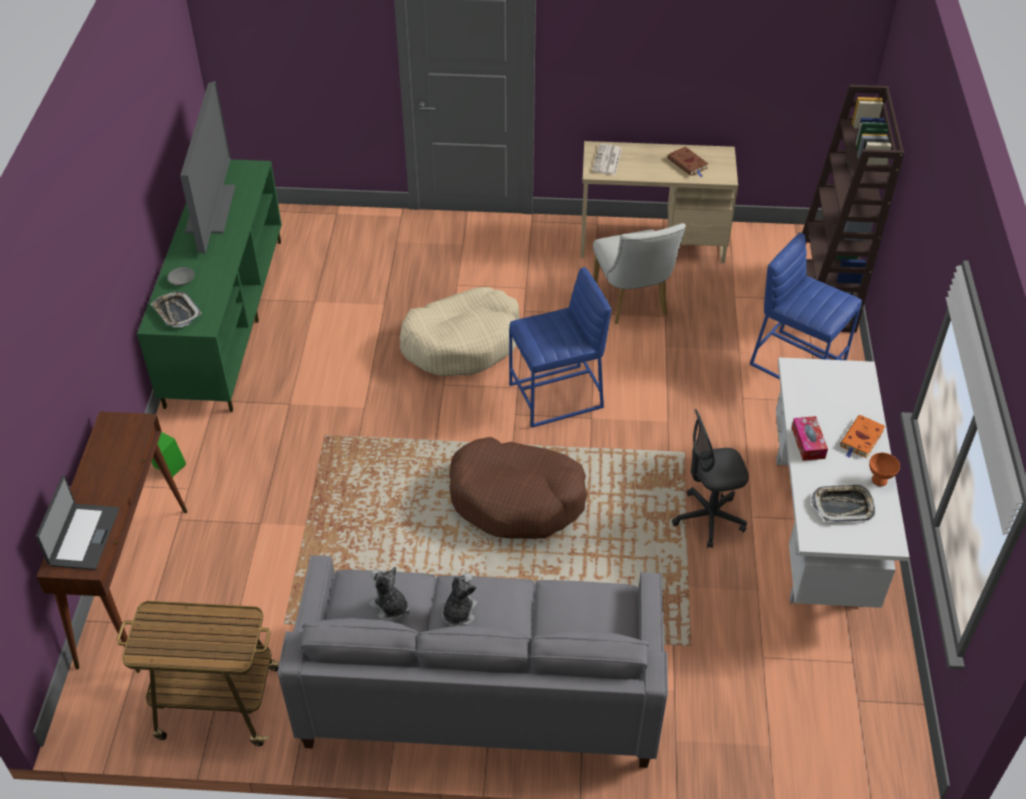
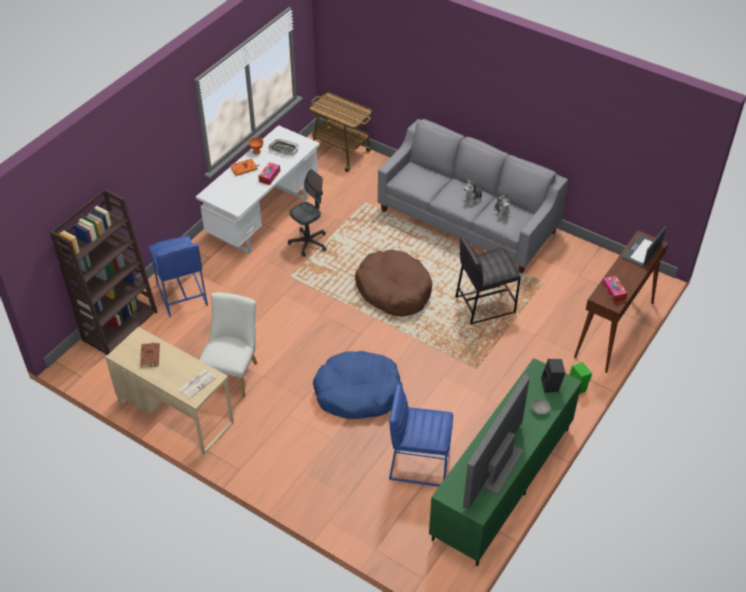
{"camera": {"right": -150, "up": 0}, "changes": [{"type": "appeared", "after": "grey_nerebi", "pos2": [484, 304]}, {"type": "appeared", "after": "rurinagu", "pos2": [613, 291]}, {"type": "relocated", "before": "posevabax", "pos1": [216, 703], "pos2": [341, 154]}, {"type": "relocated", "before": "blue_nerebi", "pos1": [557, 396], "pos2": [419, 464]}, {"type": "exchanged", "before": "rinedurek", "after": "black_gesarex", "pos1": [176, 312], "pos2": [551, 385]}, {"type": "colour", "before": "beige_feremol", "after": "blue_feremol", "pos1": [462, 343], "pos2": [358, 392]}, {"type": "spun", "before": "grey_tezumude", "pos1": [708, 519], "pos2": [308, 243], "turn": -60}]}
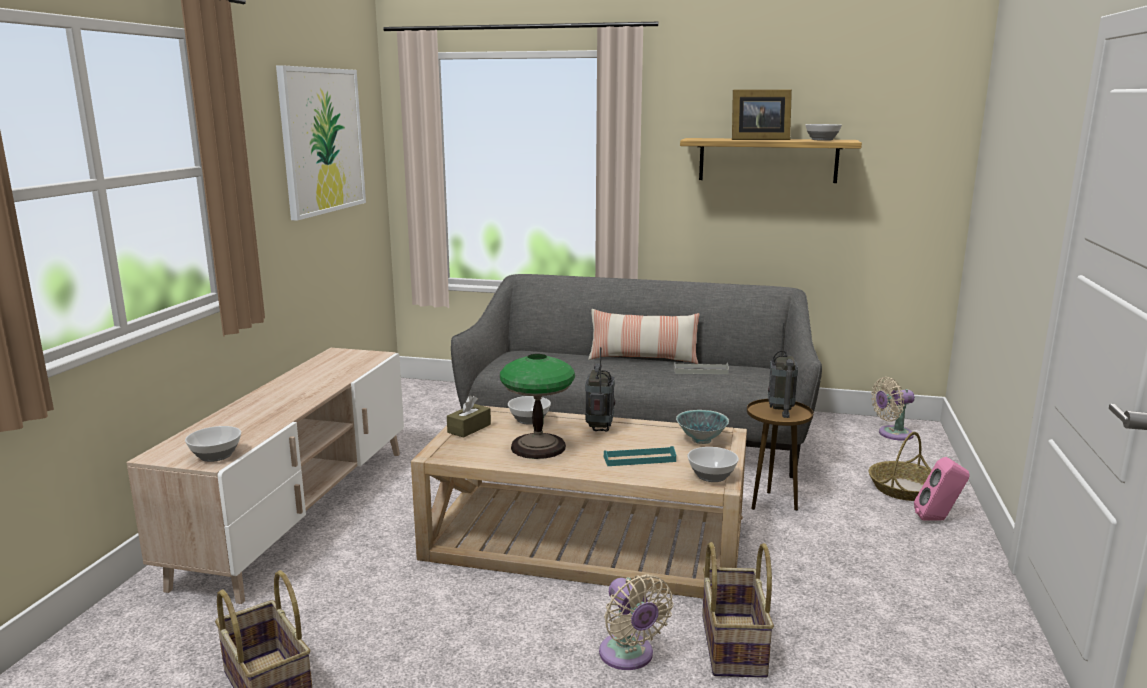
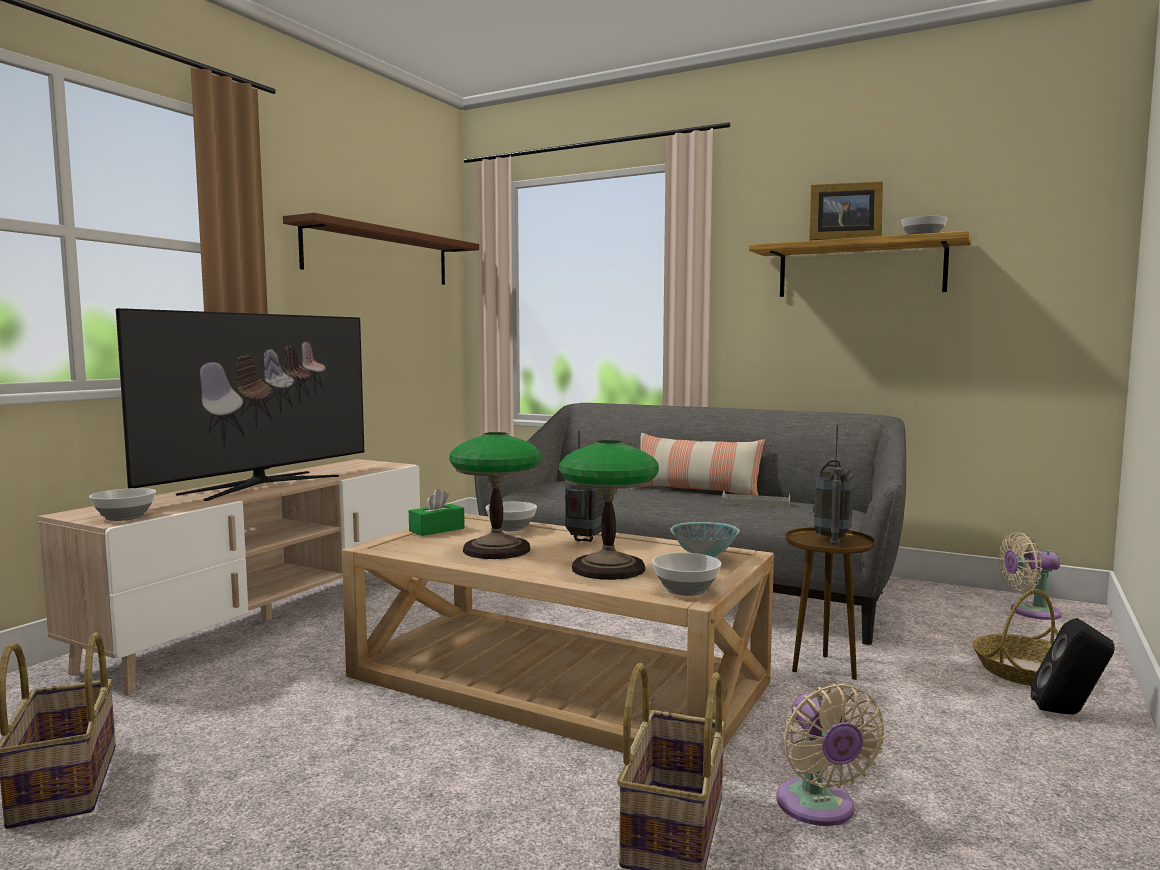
{"camera": {"right": 15, "up": -10}, "changes": [{"type": "appeared", "after": "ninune", "pos2": [261, 485]}, {"type": "relocated", "before": "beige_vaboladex", "pos1": [629, 656], "pos2": [819, 808]}, {"type": "exchanged", "before": "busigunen", "after": "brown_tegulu", "pos1": [322, 141], "pos2": [379, 255]}, {"type": "exchanged", "before": "turquoise_rinedurek", "after": "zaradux", "pos1": [639, 459], "pos2": [607, 568]}, {"type": "colour", "before": "brown_rurinagu", "after": "green_rurinagu", "pos1": [469, 428], "pos2": [437, 529]}, {"type": "colour", "before": "pink_gesarex", "after": "black_gesarex", "pos1": [938, 520], "pos2": [1068, 713]}]}
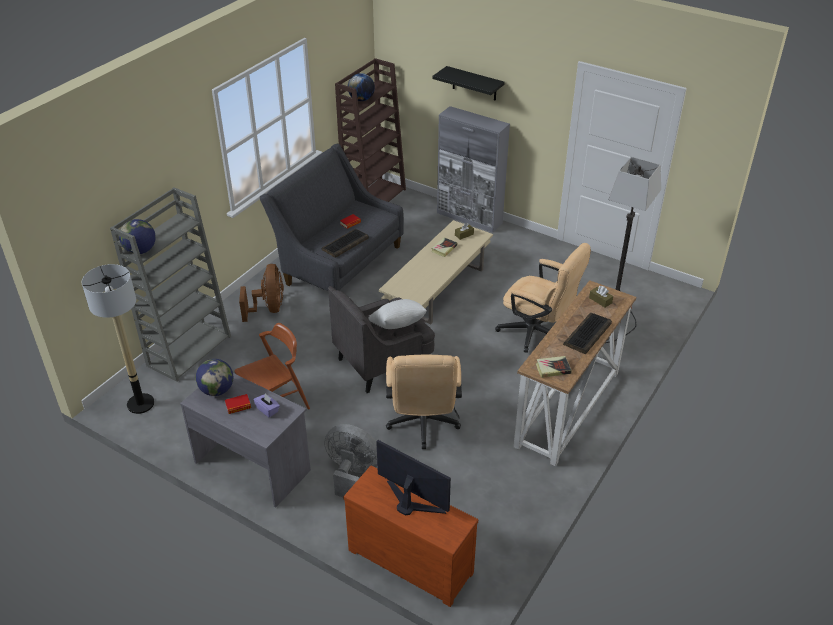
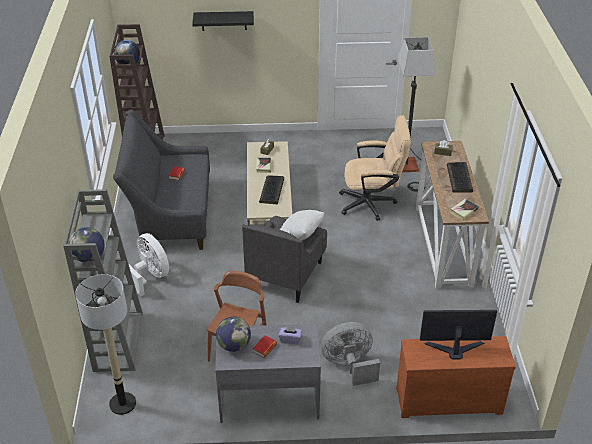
{"camera": {"right": -35, "up": 0}, "changes": [{"type": "missing", "before": "beige_tezumude", "pos1": [423, 425]}, {"type": "missing", "before": "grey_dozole", "pos1": [469, 218]}, {"type": "relocated", "before": "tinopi", "pos1": [345, 244], "pos2": [272, 191]}, {"type": "colour", "before": "brown_vaboladex", "after": "white_vaboladex", "pos1": [269, 308], "pos2": [151, 276]}]}
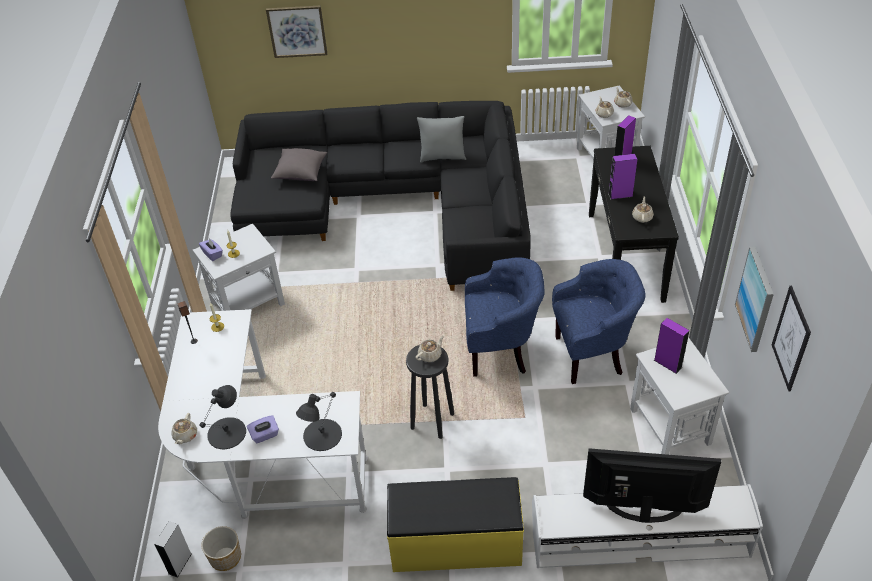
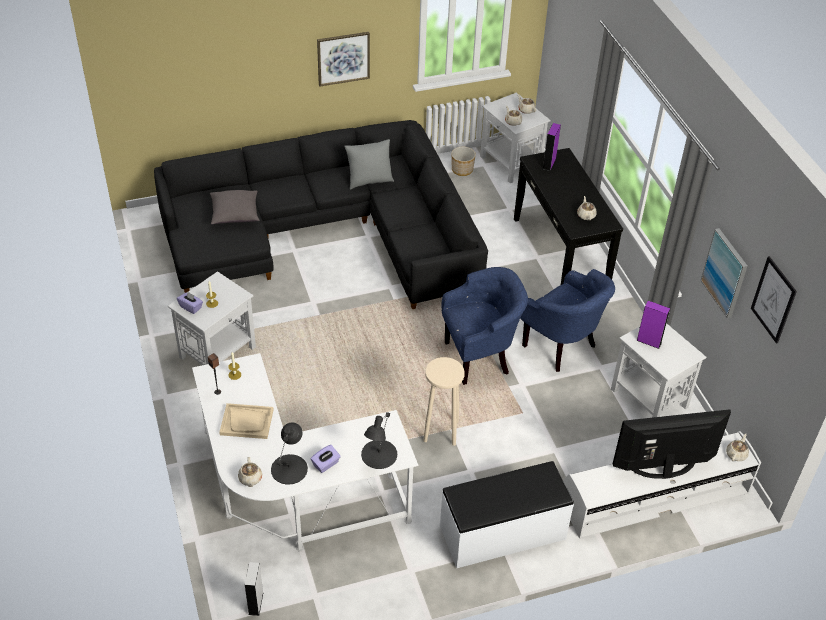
{"camera": {"right": -20, "up": 0}, "changes": [{"type": "missing", "before": "purple_gesarex", "pos1": [620, 195]}, {"type": "appeared", "after": "beige_rinedurek", "pos2": [247, 422]}, {"type": "relocated", "before": "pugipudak", "pos1": [225, 557], "pos2": [462, 170]}, {"type": "relocated", "before": "busigunen", "pos1": [297, 31], "pos2": [343, 58]}, {"type": "relocated", "before": "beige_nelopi", "pos1": [430, 355], "pos2": [736, 454]}, {"type": "colour", "before": "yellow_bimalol", "after": "white_bimalol", "pos1": [456, 544], "pos2": [503, 533]}, {"type": "colour", "before": "black_nerebi", "after": "beige_nerebi", "pos1": [432, 421], "pos2": [441, 431]}, {"type": "spun", "before": "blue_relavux", "pos1": [593, 355], "pos2": [562, 347], "turn": 75}]}
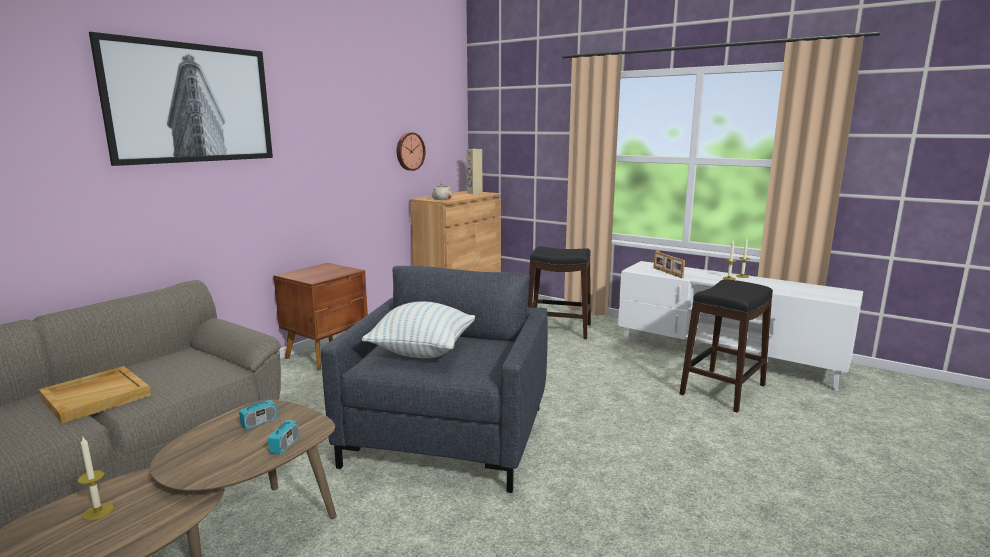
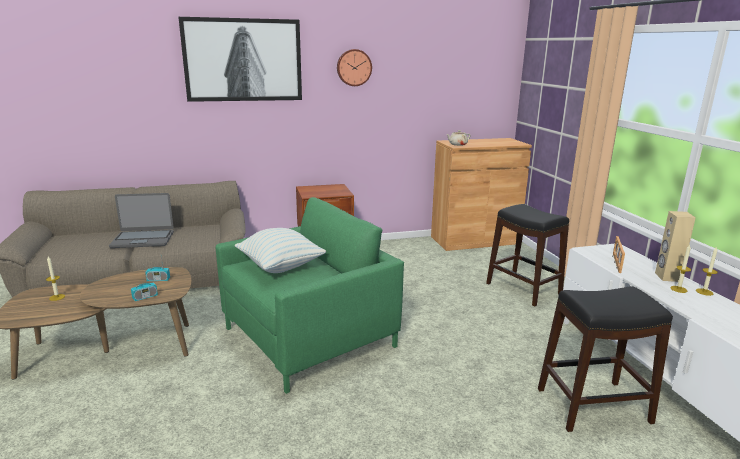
{"camera": {"right": 40, "up": 5}, "changes": [{"type": "relocated", "before": "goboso", "pos1": [409, 151], "pos2": [354, 67]}, {"type": "relocated", "before": "beige_gesarex", "pos1": [474, 193], "pos2": [667, 277]}, {"type": "exchanged", "before": "beige_rinedurek", "after": "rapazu", "pos1": [97, 396], "pos2": [143, 239]}, {"type": "colour", "before": "grey_relavux", "after": "green_relavux", "pos1": [448, 436], "pos2": [309, 338]}]}
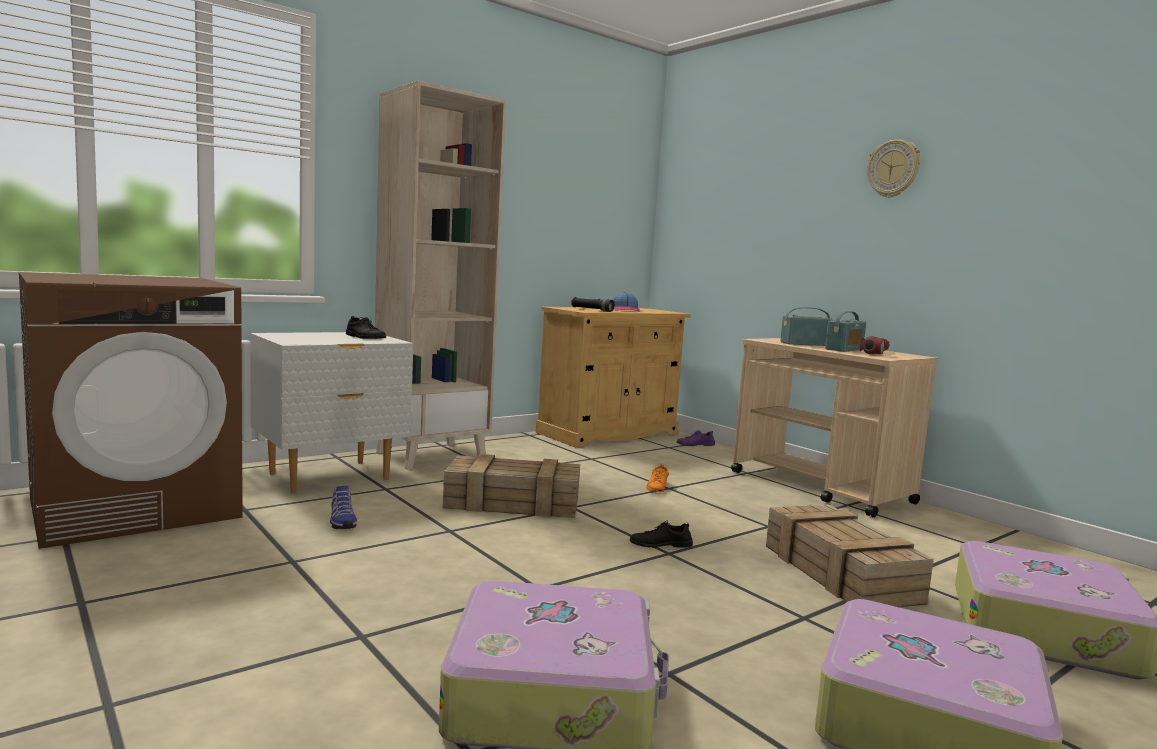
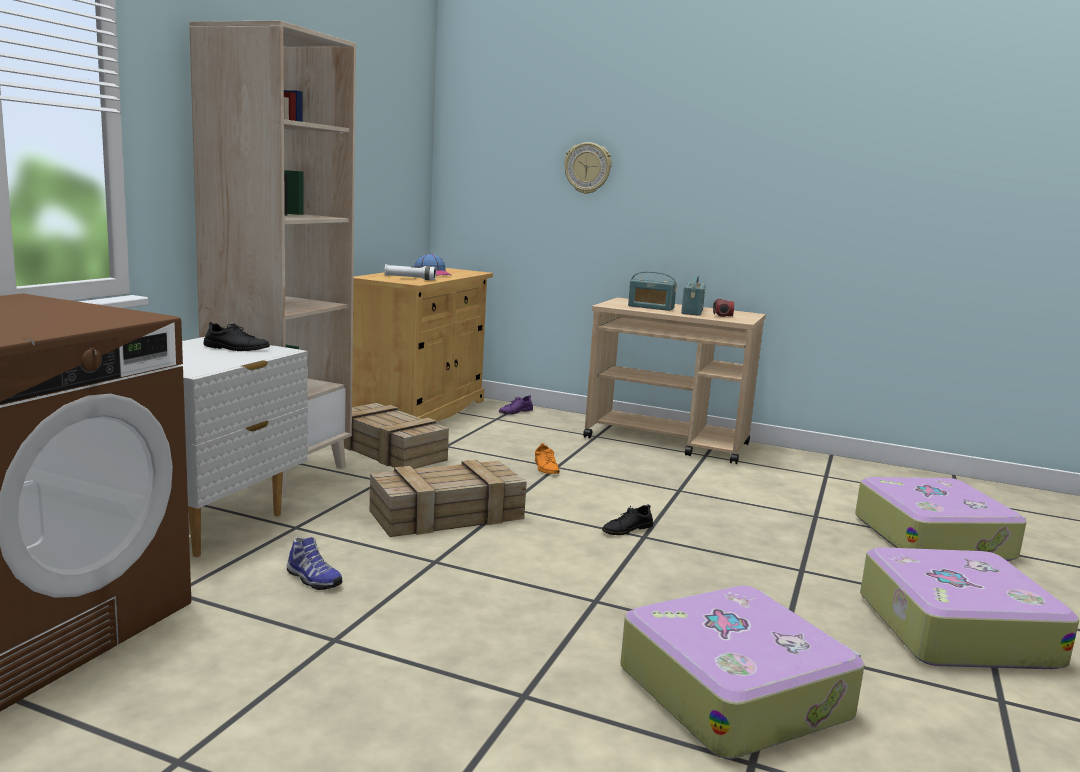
{"camera": {"right": -30, "up": 5}, "changes": [{"type": "relocated", "before": "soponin", "pos1": [842, 574], "pos2": [390, 451]}, {"type": "relocated", "before": "goboso", "pos1": [893, 169], "pos2": [588, 168]}, {"type": "colour", "before": "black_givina", "after": "white_givina", "pos1": [592, 310], "pos2": [410, 278]}, {"type": "spun", "before": "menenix", "pos1": [804, 344], "pos2": [651, 307], "turn": -120}]}
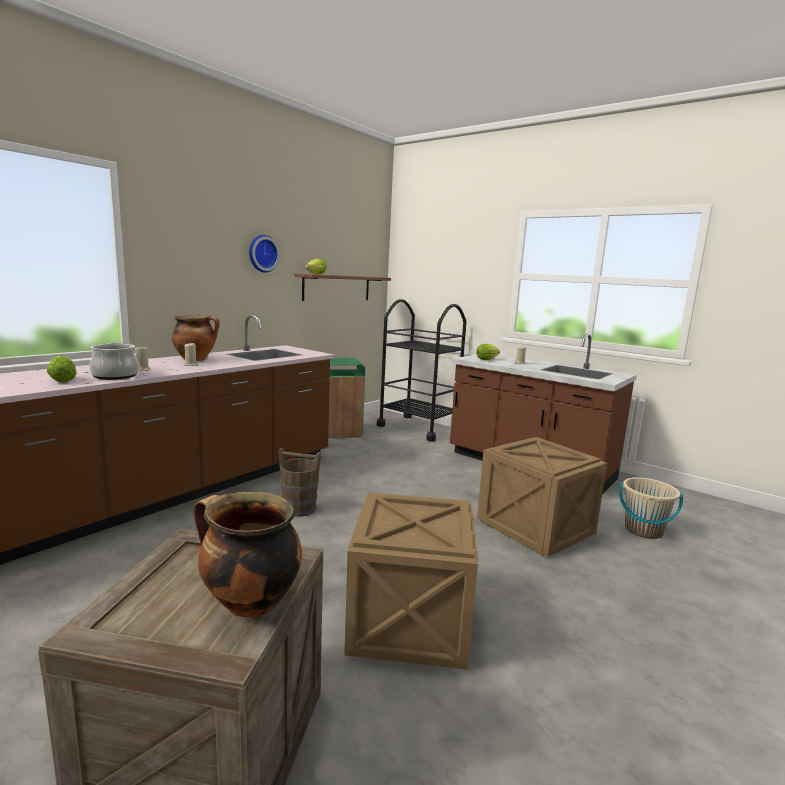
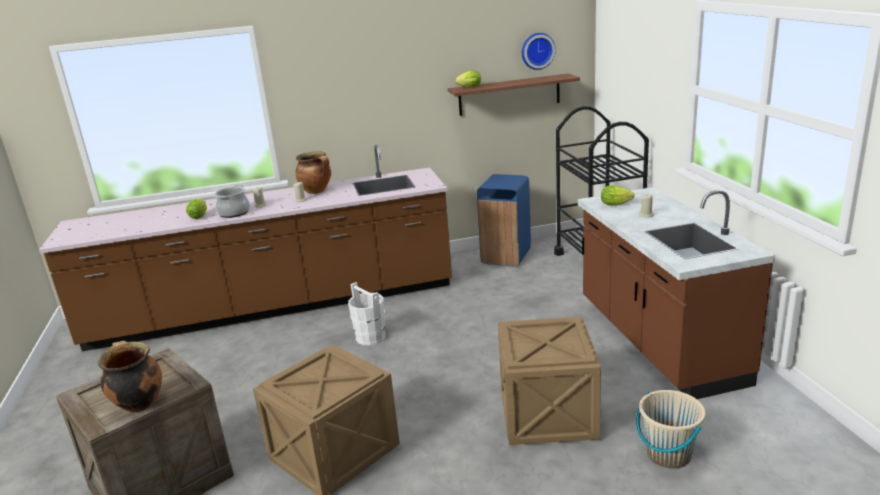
{"camera": {"right": 40, "up": 10}, "changes": [{"type": "relocated", "before": "goboso", "pos1": [262, 253], "pos2": [537, 51]}, {"type": "colour", "before": "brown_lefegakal", "after": "white_lefegakal", "pos1": [298, 508], "pos2": [370, 337]}, {"type": "colour", "before": "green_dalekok", "after": "blue_dalekok", "pos1": [340, 432], "pos2": [505, 256]}]}
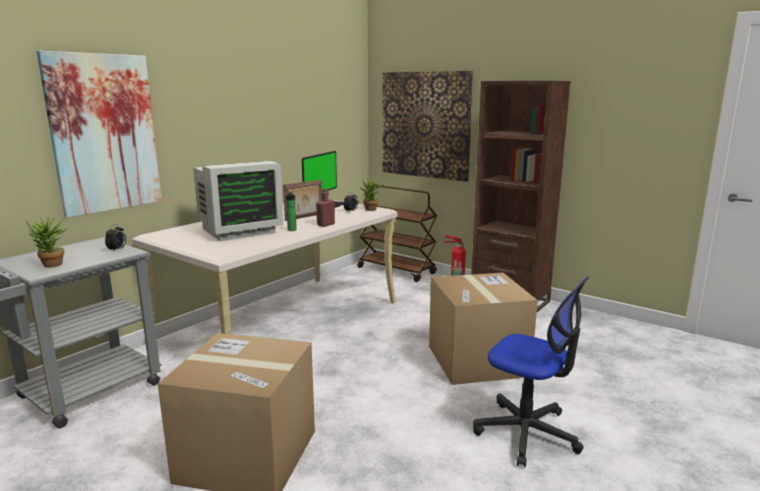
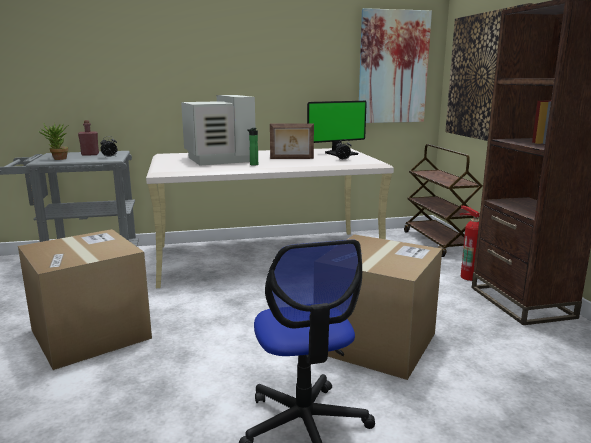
{"camera": {"right": 40, "up": 0}, "changes": [{"type": "missing", "before": "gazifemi", "pos1": [371, 210]}, {"type": "relocated", "before": "busigunen", "pos1": [104, 134], "pos2": [393, 67]}, {"type": "relocated", "before": "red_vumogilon", "pos1": [326, 224], "pos2": [90, 154]}, {"type": "spun", "before": "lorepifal", "pos1": [238, 230], "pos2": [218, 160], "turn": -120}]}
